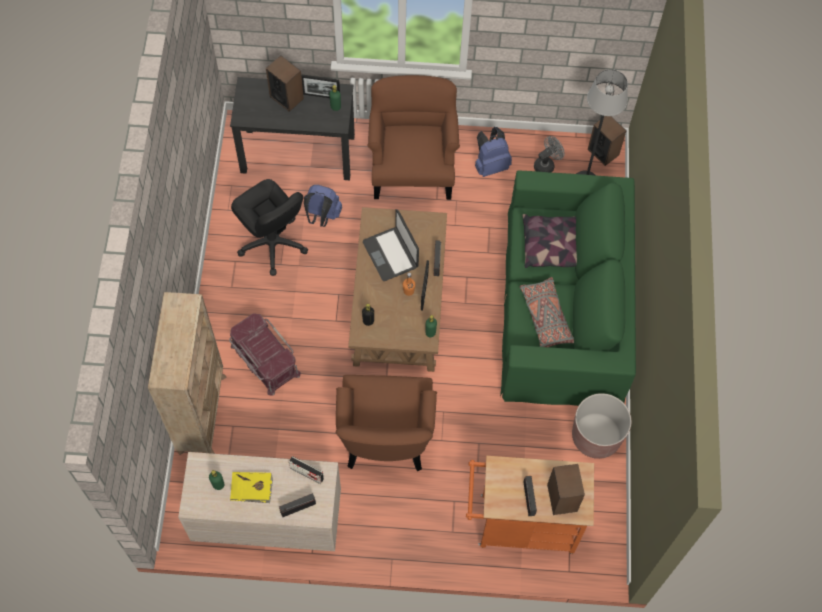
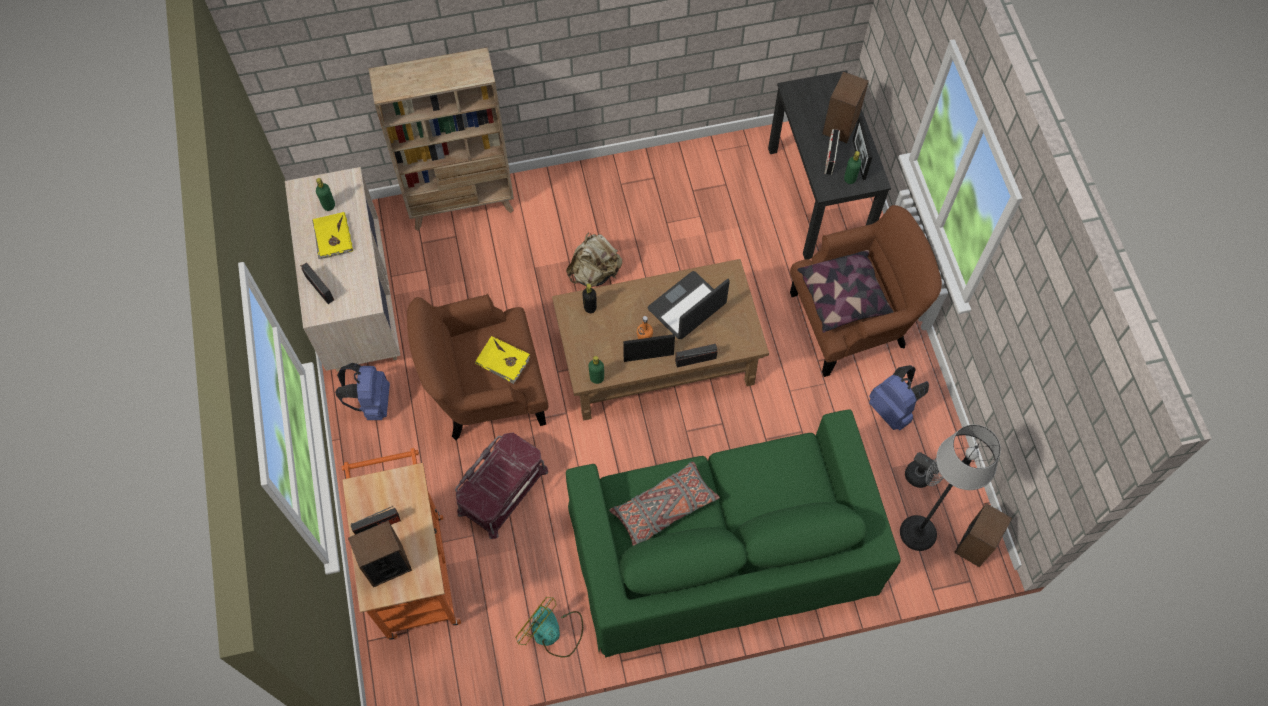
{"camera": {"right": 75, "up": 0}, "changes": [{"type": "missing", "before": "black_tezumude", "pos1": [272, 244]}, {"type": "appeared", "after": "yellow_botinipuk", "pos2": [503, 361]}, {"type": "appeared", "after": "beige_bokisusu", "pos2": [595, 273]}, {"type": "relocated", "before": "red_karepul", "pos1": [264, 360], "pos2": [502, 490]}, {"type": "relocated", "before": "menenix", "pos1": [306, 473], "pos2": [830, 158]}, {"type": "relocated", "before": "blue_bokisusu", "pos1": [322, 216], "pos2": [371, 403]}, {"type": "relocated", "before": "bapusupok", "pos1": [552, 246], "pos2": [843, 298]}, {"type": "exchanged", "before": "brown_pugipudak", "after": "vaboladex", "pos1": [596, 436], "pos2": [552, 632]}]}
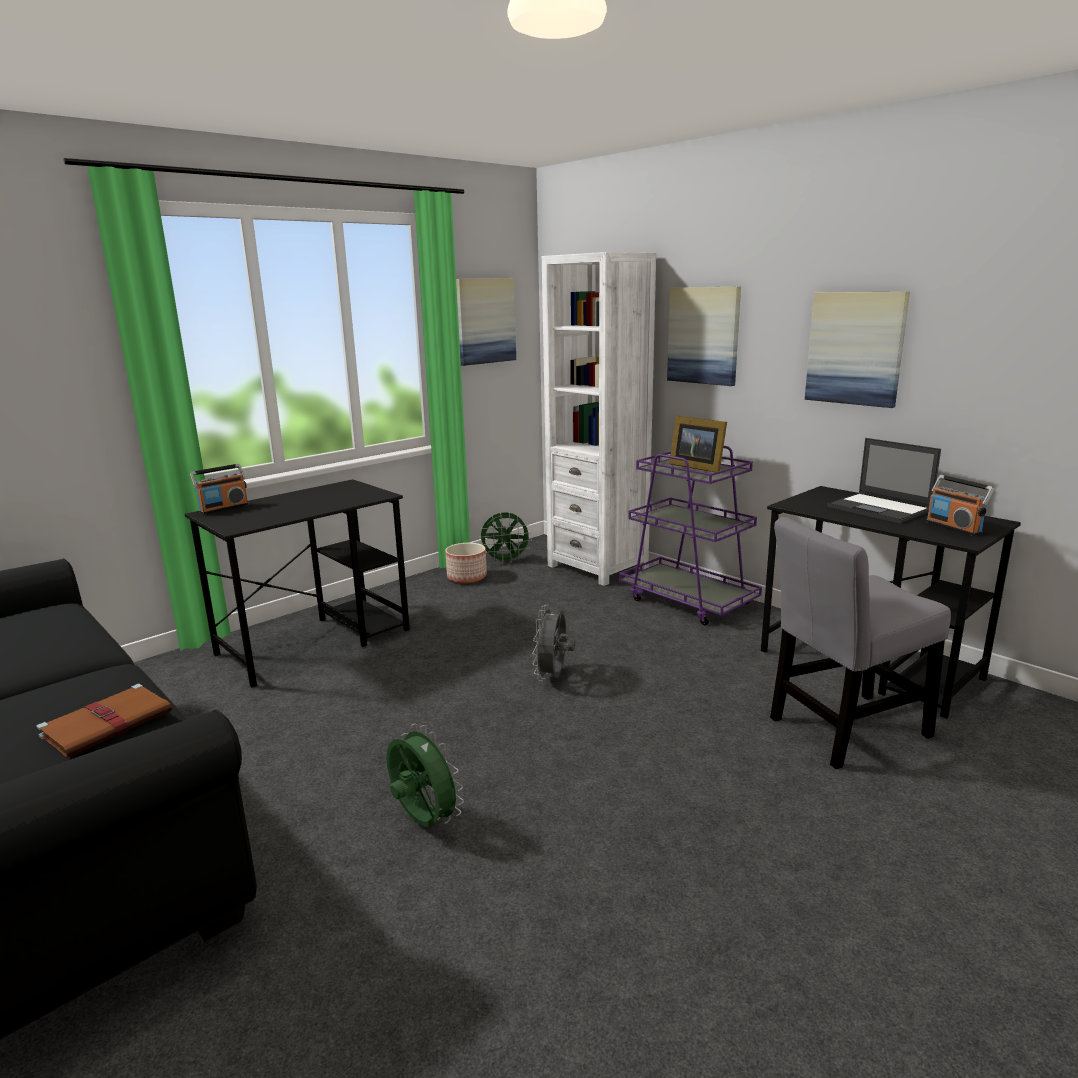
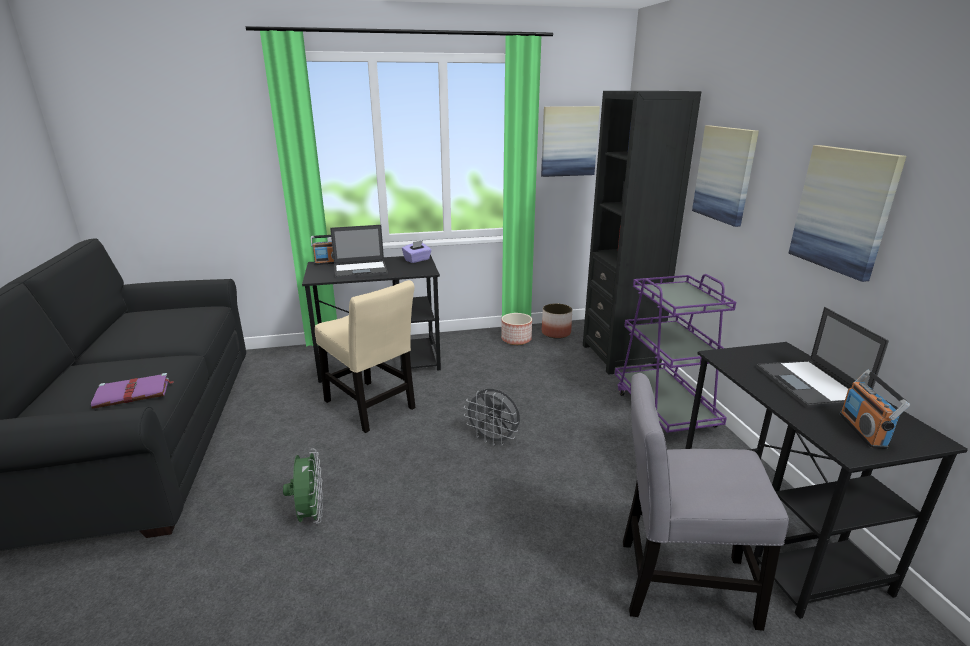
{"camera": {"right": 30, "up": 5}, "changes": [{"type": "missing", "before": "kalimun", "pos1": [696, 466]}, {"type": "appeared", "after": "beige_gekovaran", "pos2": [371, 407]}, {"type": "appeared", "after": "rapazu", "pos2": [361, 270]}, {"type": "appeared", "after": "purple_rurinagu", "pos2": [417, 260]}, {"type": "exchanged", "before": "green_vaboladex", "after": "pugipudak", "pos1": [505, 561], "pos2": [556, 333]}, {"type": "colour", "before": "brown_botinipuk", "after": "purple_botinipuk", "pos1": [109, 723], "pos2": [134, 393]}, {"type": "colour", "before": "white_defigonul", "after": "black_defigonul", "pos1": [597, 567], "pos2": [620, 356]}, {"type": "spun", "before": "grey_vaboladex", "pos1": [553, 677], "pos2": [493, 439], "turn": -105}]}
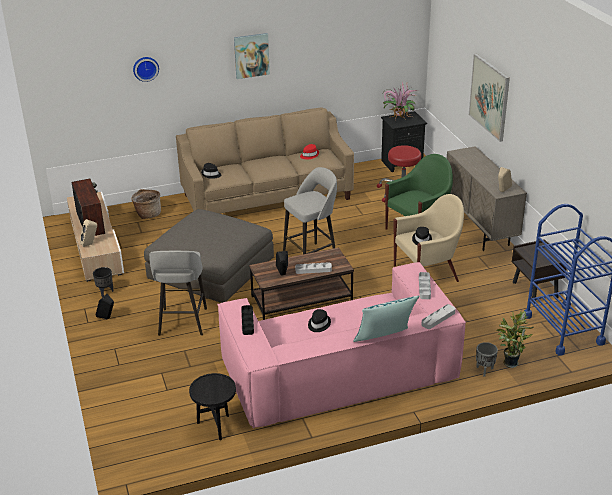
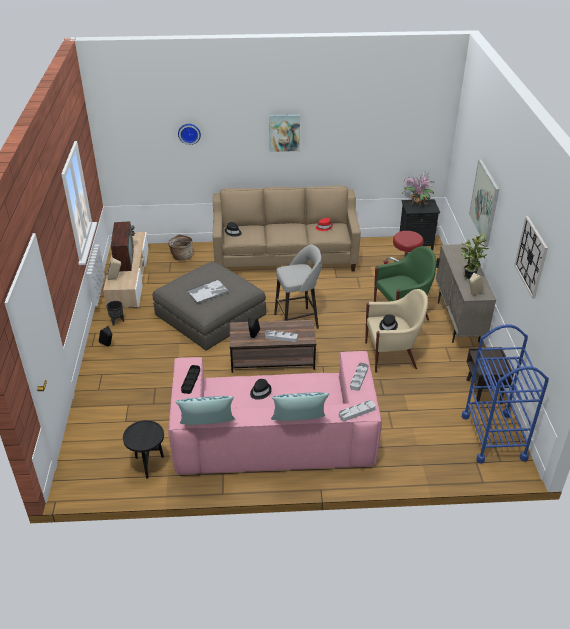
{"camera": {"right": 15, "up": 5}, "changes": [{"type": "missing", "before": "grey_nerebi", "pos1": [182, 323]}, {"type": "missing", "before": "grey_pugipudak", "pos1": [484, 370]}, {"type": "appeared", "after": "bapusupok", "pos2": [207, 428]}, {"type": "appeared", "after": "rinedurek", "pos2": [208, 291]}, {"type": "appeared", "after": "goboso", "pos2": [531, 257]}, {"type": "relocated", "before": "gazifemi", "pos1": [510, 362], "pos2": [469, 277]}]}
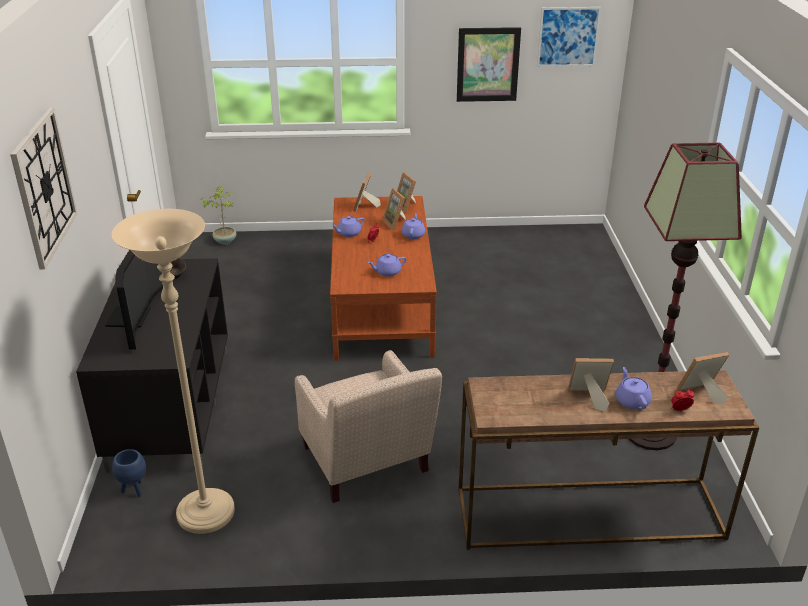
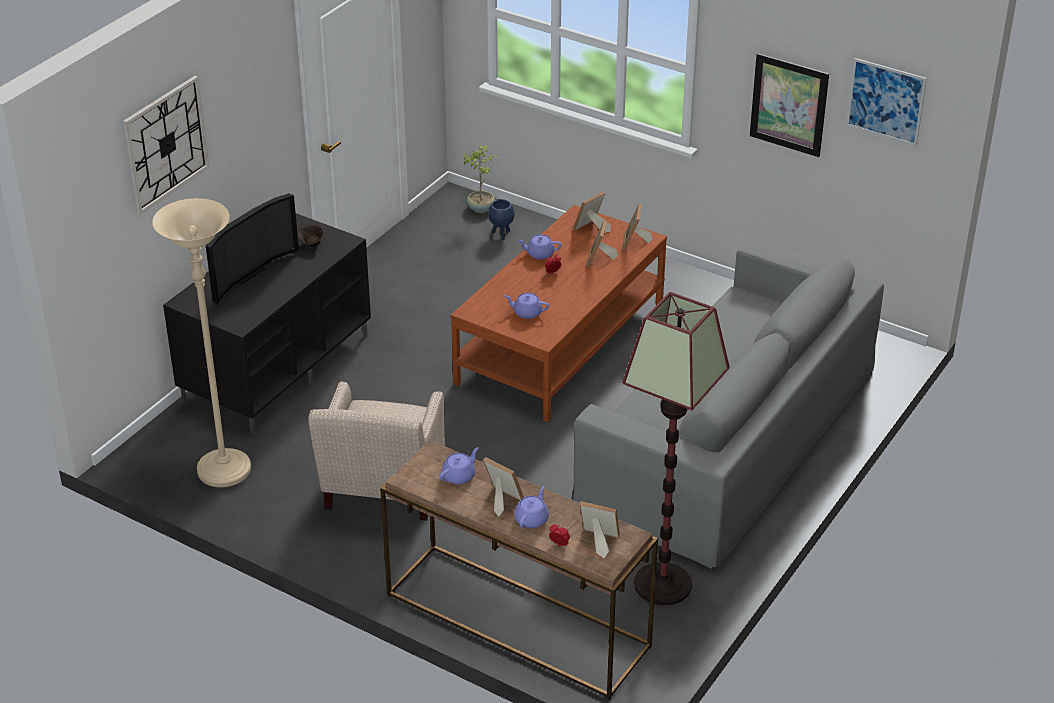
{"camera": {"right": 35, "up": 5}, "changes": [{"type": "appeared", "after": "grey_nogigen", "pos2": [729, 434]}, {"type": "relocated", "before": "blue_pugipudak", "pos1": [134, 490], "pos2": [501, 234]}, {"type": "relocated", "before": "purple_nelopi", "pos1": [413, 235], "pos2": [459, 476]}]}
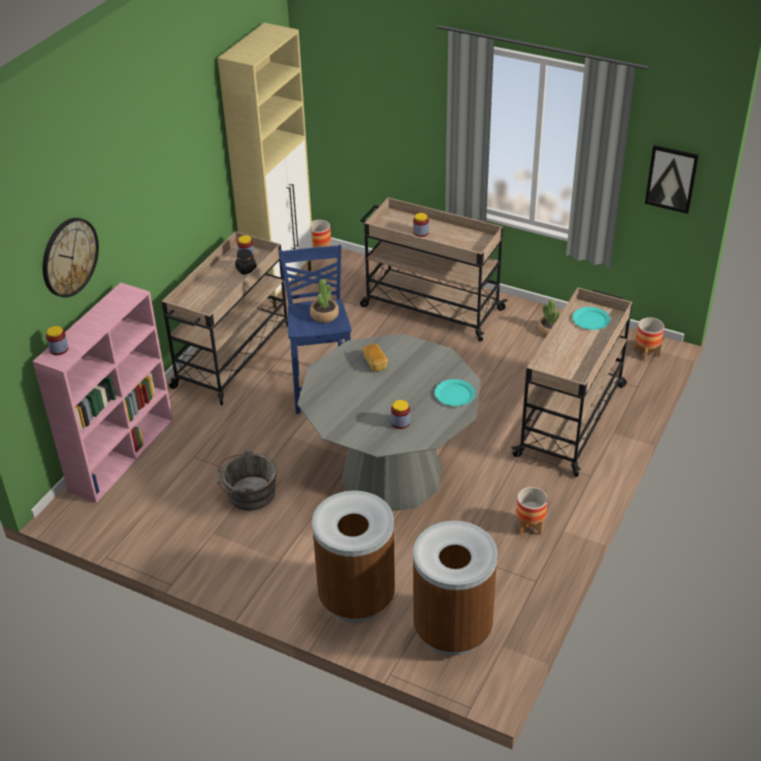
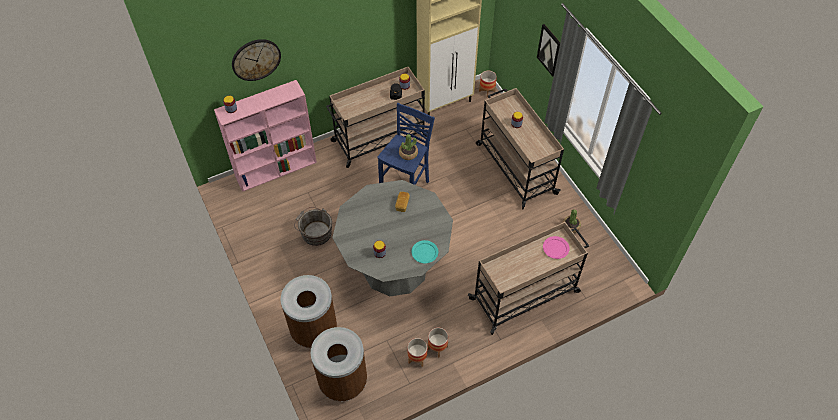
{"camera": {"right": 35, "up": 15}, "changes": [{"type": "relocated", "before": "pugipudak", "pos1": [646, 353], "pos2": [417, 358]}, {"type": "relocated", "before": "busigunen", "pos1": [671, 178], "pos2": [549, 50]}, {"type": "colour", "before": "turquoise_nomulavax", "after": "pink_nomulavax", "pos1": [590, 320], "pos2": [555, 248]}]}
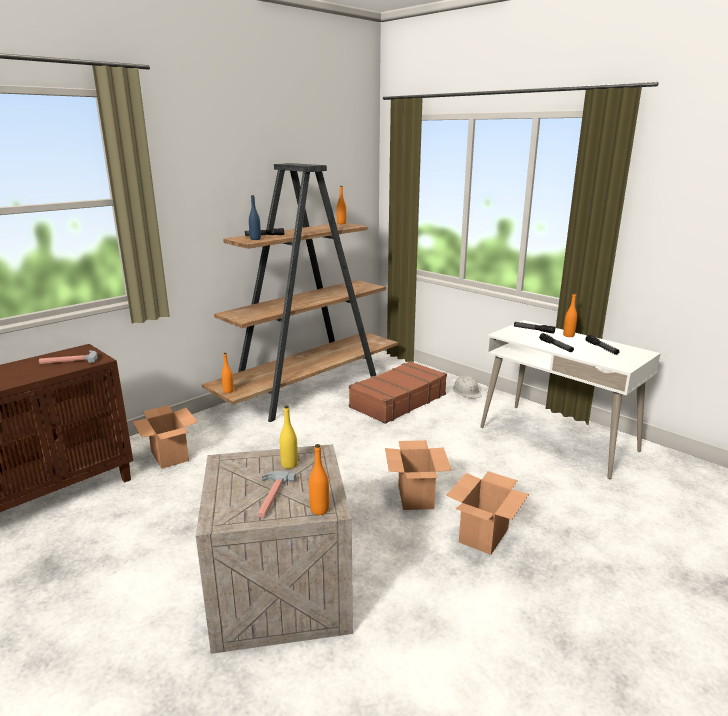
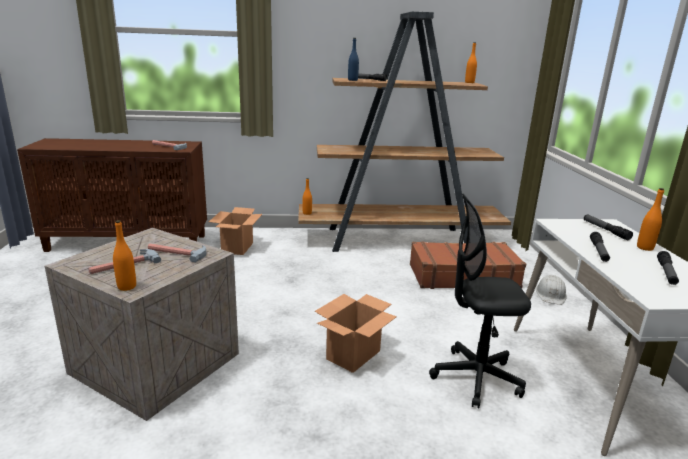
{"camera": {"right": 40, "up": 0}, "changes": [{"type": "missing", "before": "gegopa", "pos1": [483, 535]}, {"type": "appeared", "after": "black_tezumude", "pos2": [476, 378]}, {"type": "exchanged", "before": "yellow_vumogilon", "after": "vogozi", "pos1": [289, 465], "pos2": [177, 252]}]}
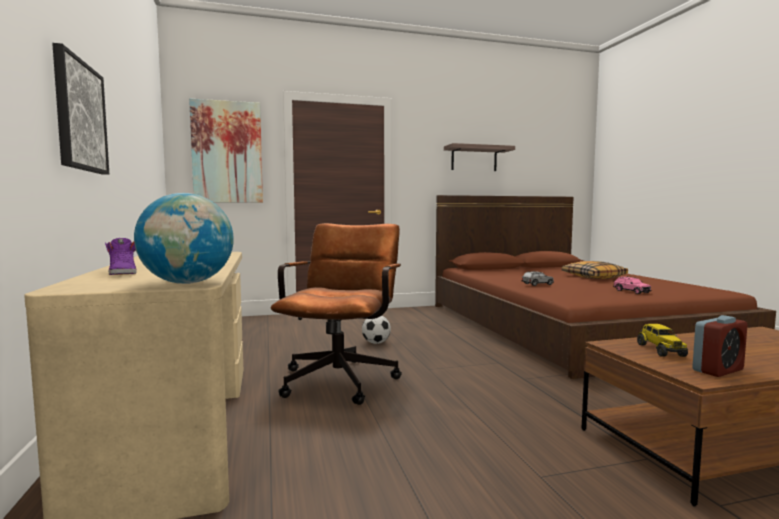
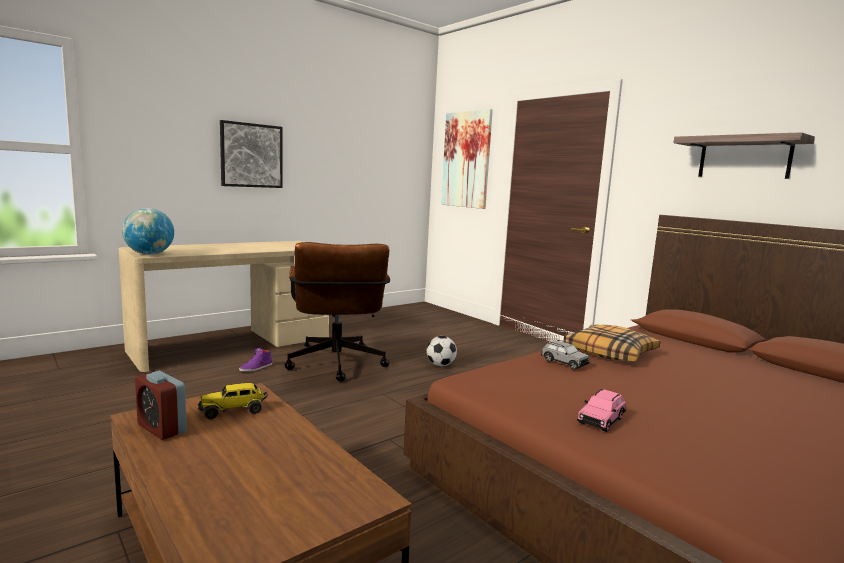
{"camera": {"right": 65, "up": 5}, "changes": [{"type": "relocated", "before": "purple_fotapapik", "pos1": [123, 273], "pos2": [256, 368]}, {"type": "relocated", "before": "bapusupok", "pos1": [593, 277], "pos2": [610, 352]}, {"type": "spun", "before": "brown_tezumude", "pos1": [342, 377], "pos2": [336, 367], "turn": 90}]}
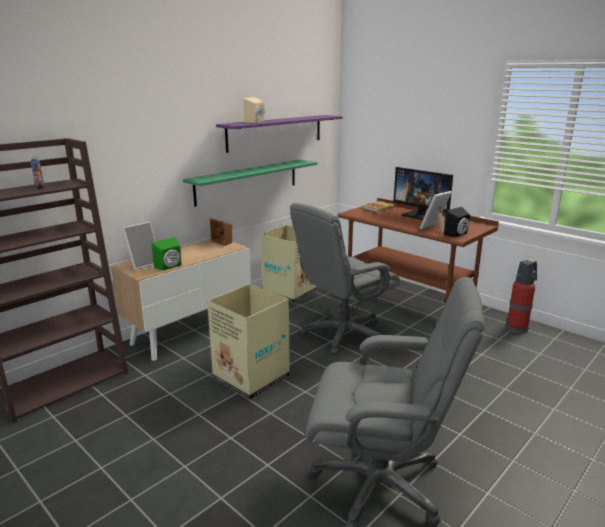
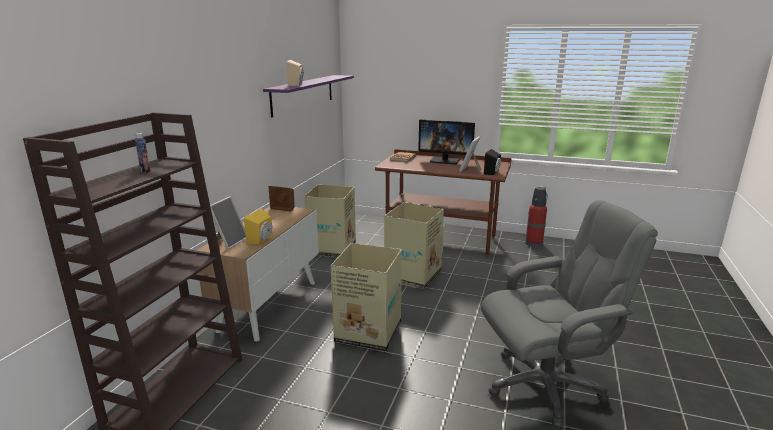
{"camera": {"right": -25, "up": 0}, "changes": [{"type": "missing", "before": "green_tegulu", "pos1": [247, 181]}, {"type": "exchanged", "before": "grey_tezumude", "after": "gegopa", "pos1": [343, 334], "pos2": [412, 276]}, {"type": "colour", "before": "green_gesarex", "after": "yellow_gesarex", "pos1": [170, 267], "pos2": [262, 240]}]}
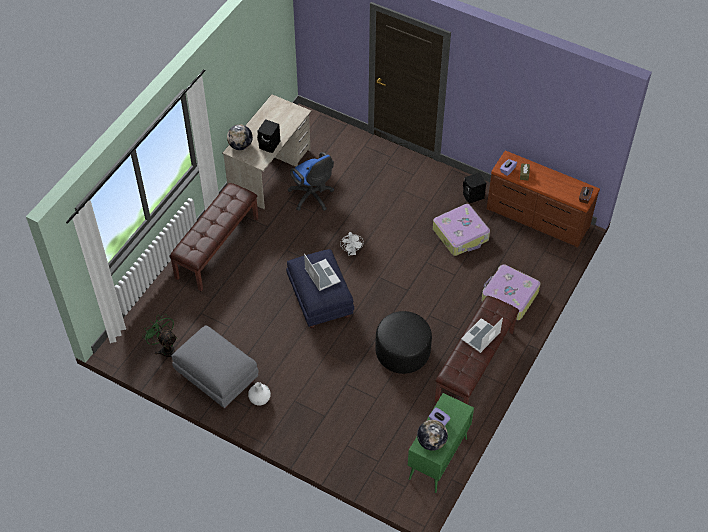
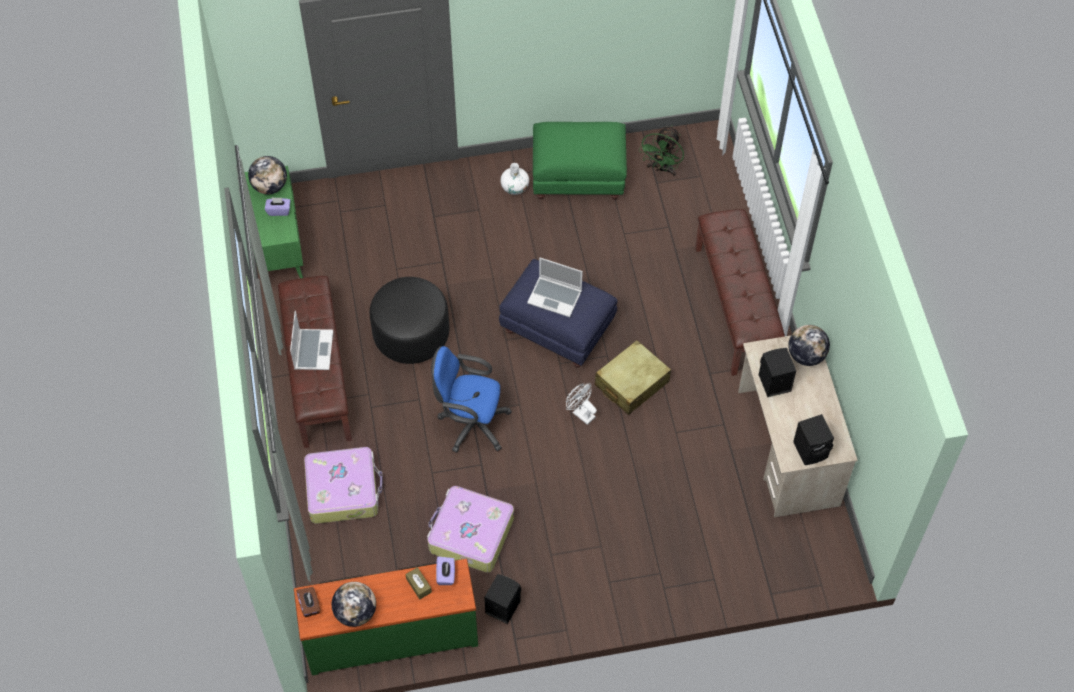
{"camera": {"right": 140, "up": 5}, "changes": [{"type": "appeared", "after": "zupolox", "pos2": [355, 612]}, {"type": "appeared", "after": "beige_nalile", "pos2": [631, 383]}, {"type": "appeared", "after": "black_gesarex", "pos2": [811, 450]}, {"type": "relocated", "before": "blue_tezumude", "pos1": [312, 197], "pos2": [470, 423]}, {"type": "colour", "before": "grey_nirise", "after": "green_nirise", "pos1": [216, 378], "pos2": [579, 177]}, {"type": "colour", "before": "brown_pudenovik", "after": "green_pudenovik", "pos1": [537, 218], "pos2": [391, 634]}, {"type": "spun", "before": "green_vaboladex", "pos1": [165, 348], "pos2": [662, 169], "turn": 105}]}
